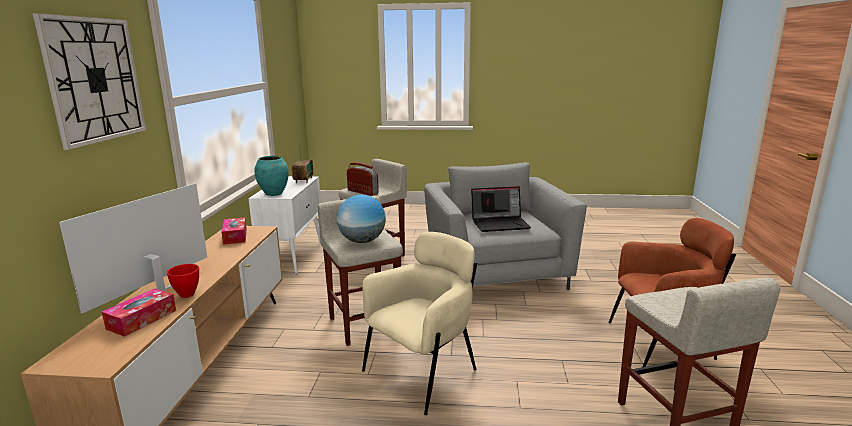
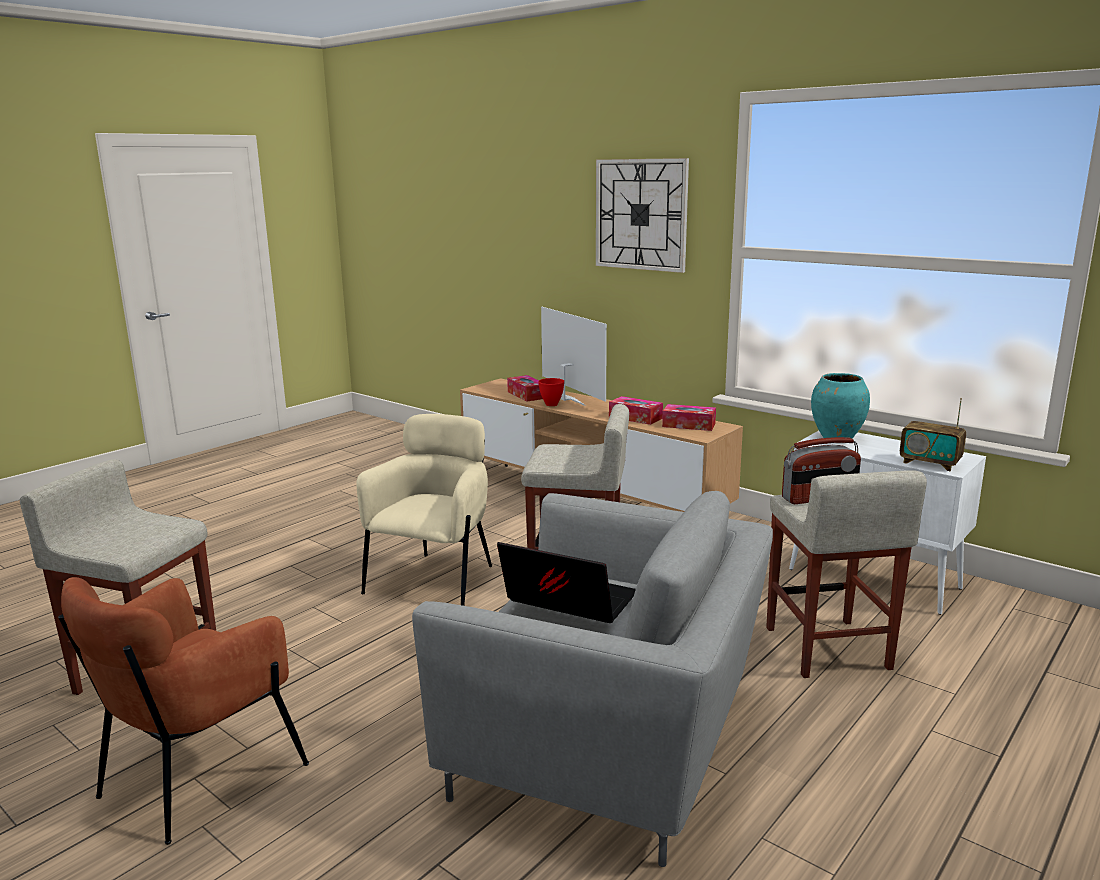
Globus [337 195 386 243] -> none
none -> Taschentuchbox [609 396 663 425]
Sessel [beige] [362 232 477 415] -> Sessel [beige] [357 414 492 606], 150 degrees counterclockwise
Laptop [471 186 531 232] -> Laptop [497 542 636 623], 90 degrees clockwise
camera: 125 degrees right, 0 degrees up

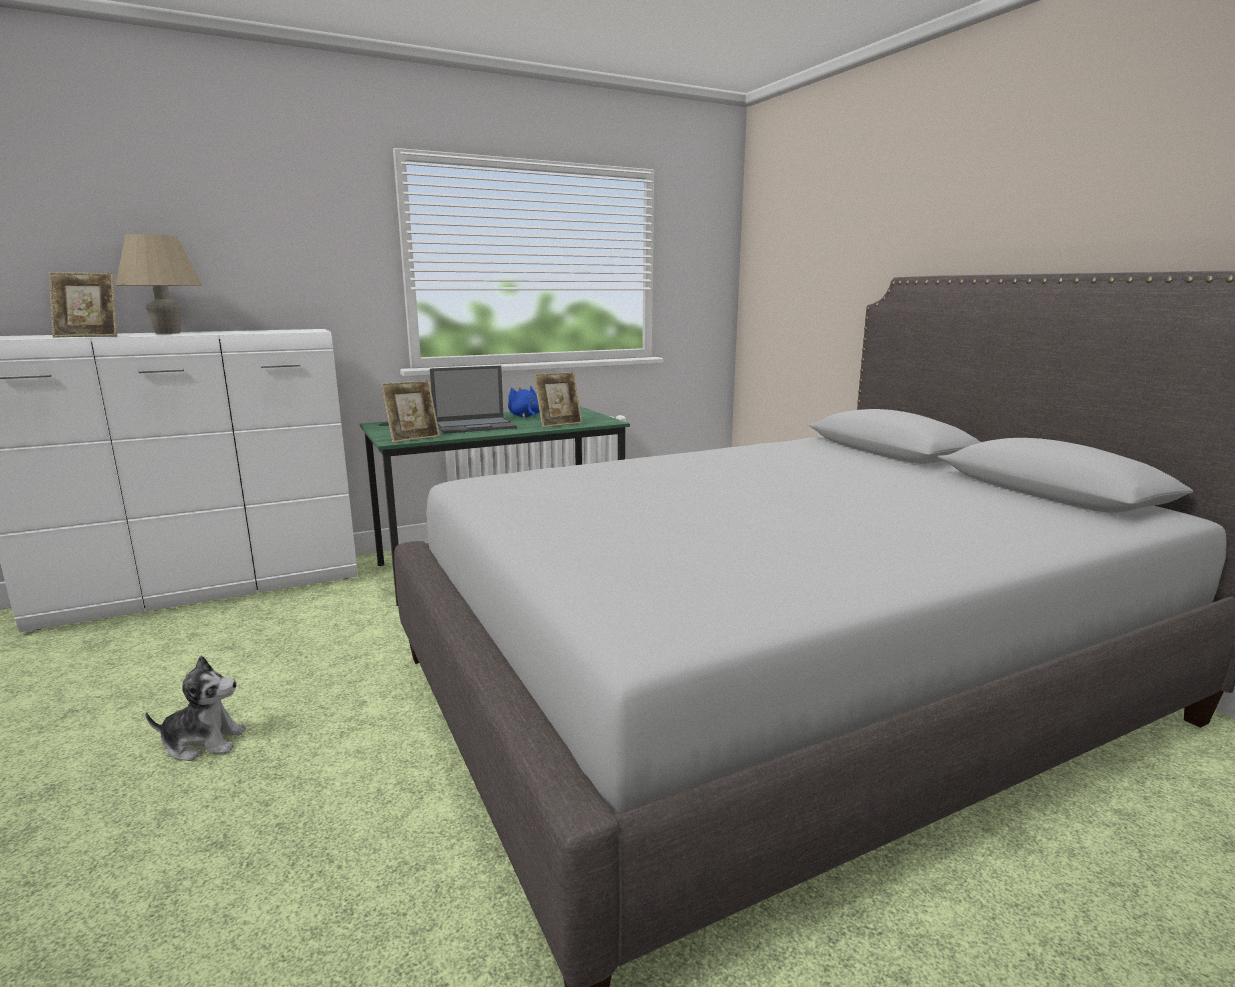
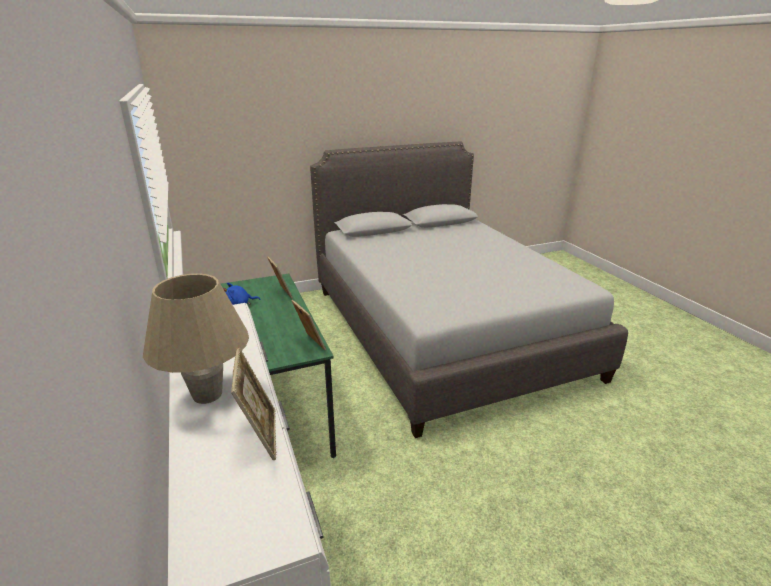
Plüschtier [145 656 246 761] -> none
Laptop [430 366 517 434] -> none
camera: 85 degrees left, 10 degrees up

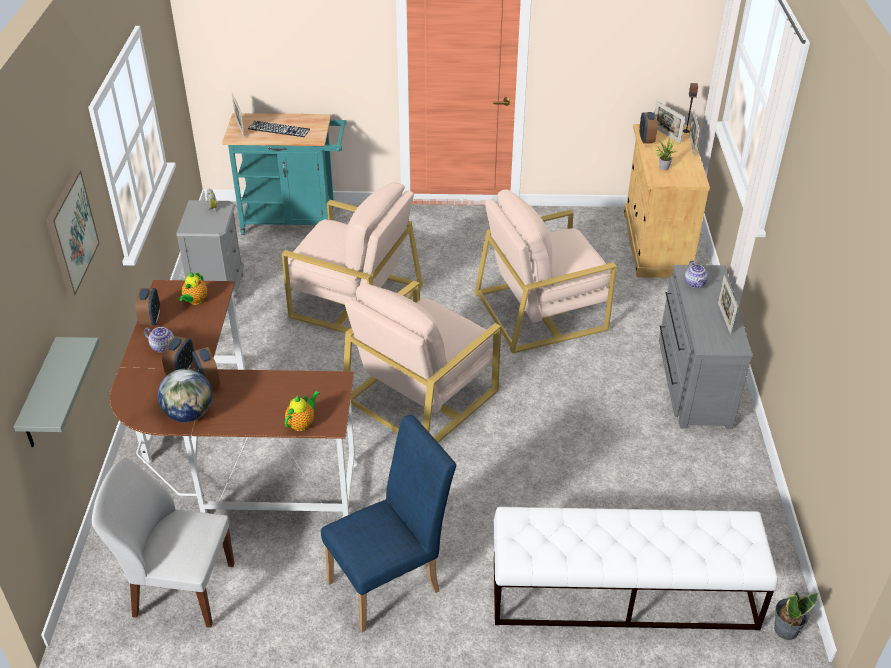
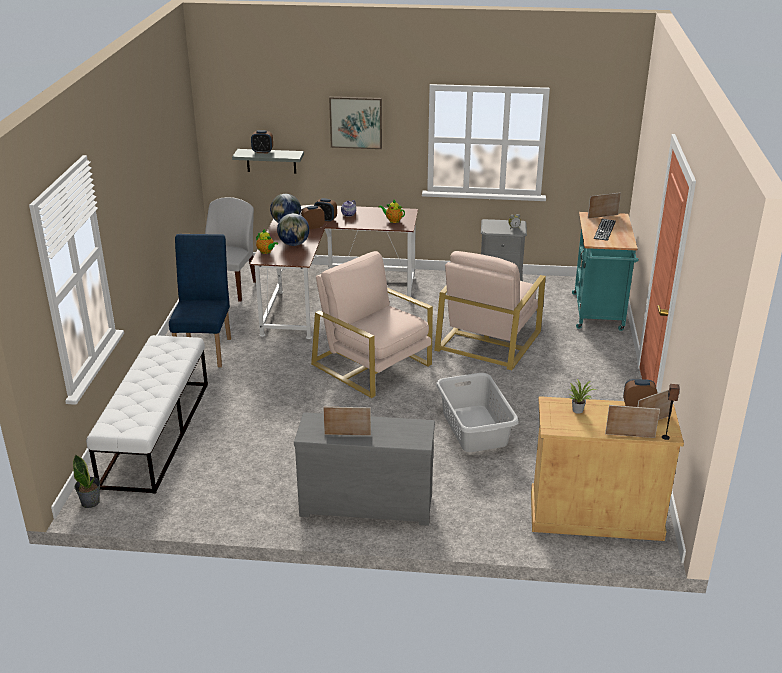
Teekanne [685 260 708 288] -> none
none -> Globus [277 213 309 246]
Wecker [135 288 160 326] -> Wecker [251 130 273 153], moved
Sessel [beige] [474 190 617 354] -> Wäschekorb [grau] [436 373 519 452]
Stuhl [blau] [321 415 456 632] -> Stuhl [blau] [169 234 231 367], 150 degrees counterclockwise
camera: 95 degrees right, 10 degrees down

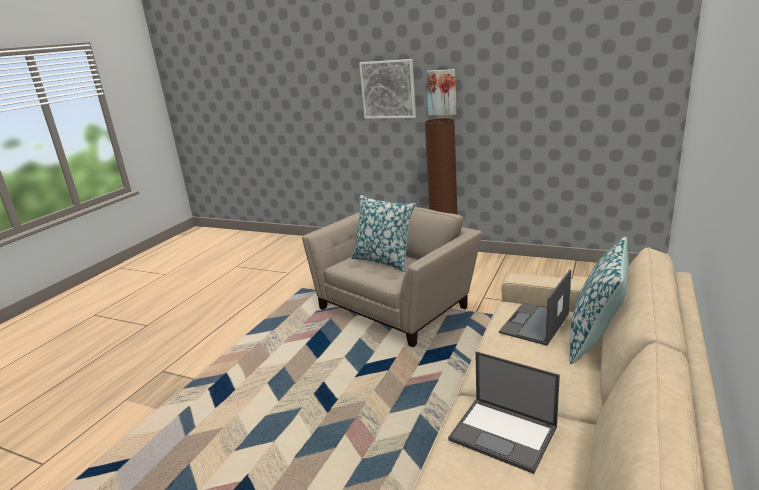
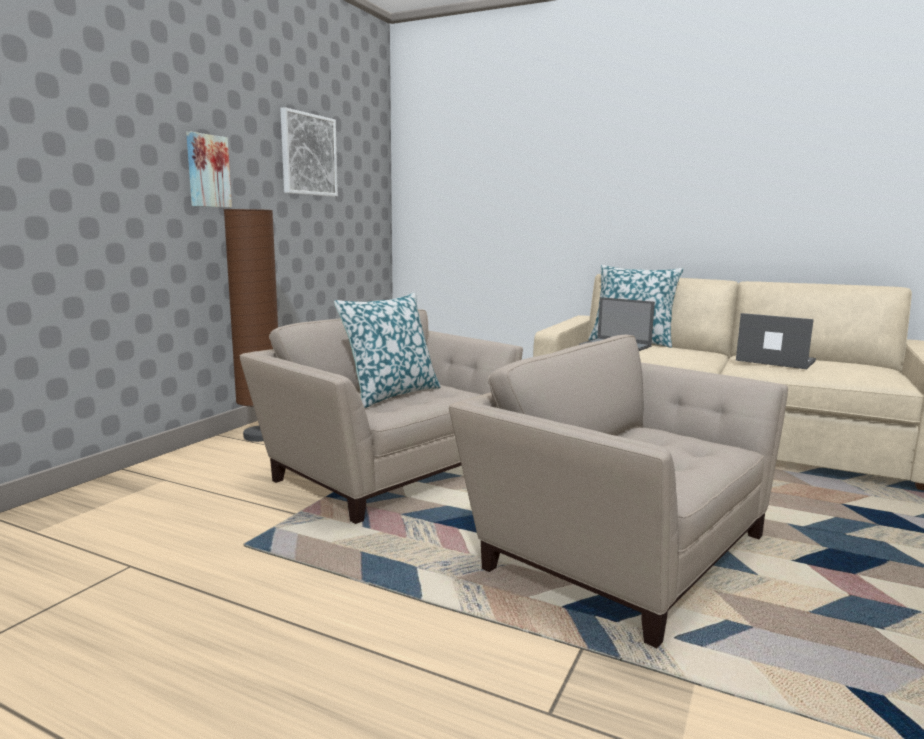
none -> Sessel [beige] [449 335 788 648]
Bild [359 59 416 119] -> Bild [280 107 338 196], moved
Laptop [448 351 560 474] -> Laptop [736 313 816 369], 90 degrees counterclockwise
camera: 90 degrees left, 10 degrees down

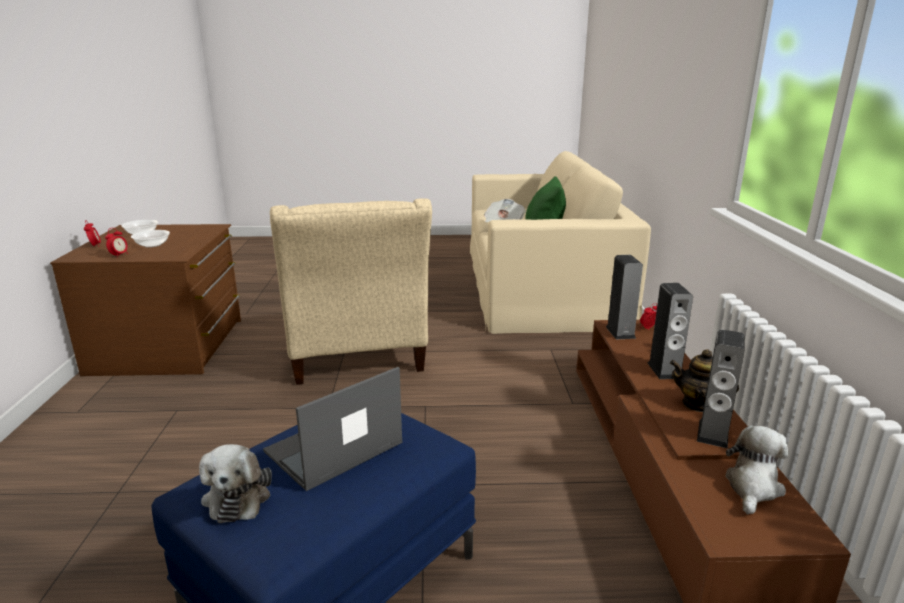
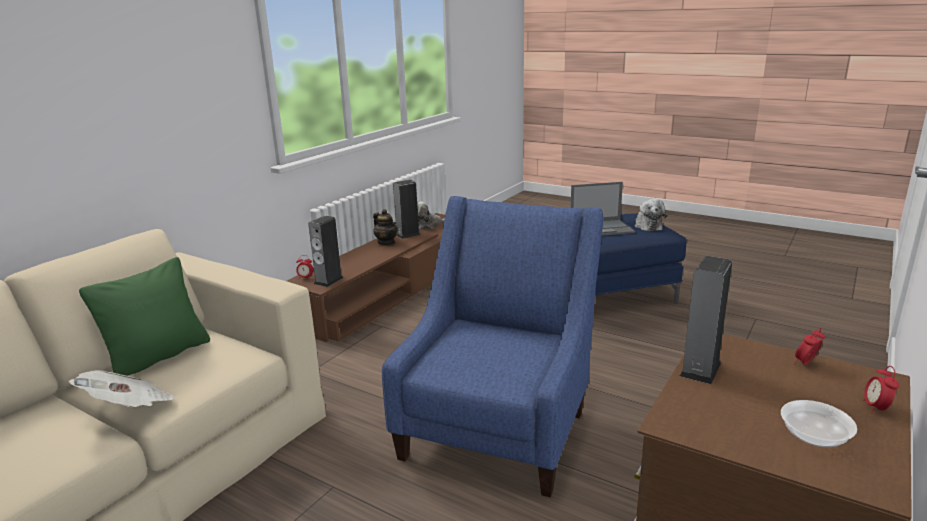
Schüssel [131 230 170 248] -> none
Lautsprecher [648 283 693 379] -> Lautsprecher [680 256 732 384], moved
Sessel [beige] [270 198 432 385] -> Sessel [blau] [382 196 603 497]
Plüschtier [199 444 272 523] -> Plüschtier [635 199 667 231], 150 degrees clockwise
camera: 145 degrees left, 0 degrees up

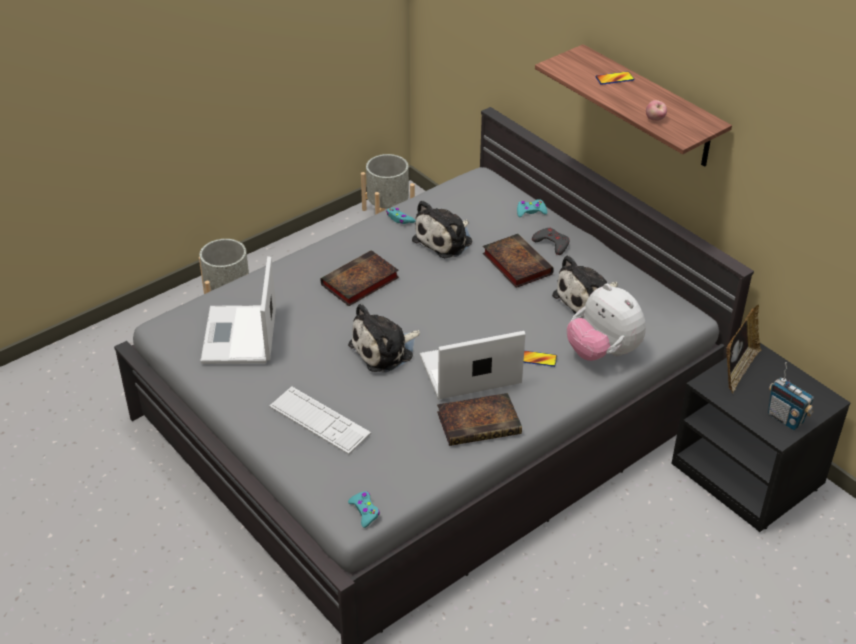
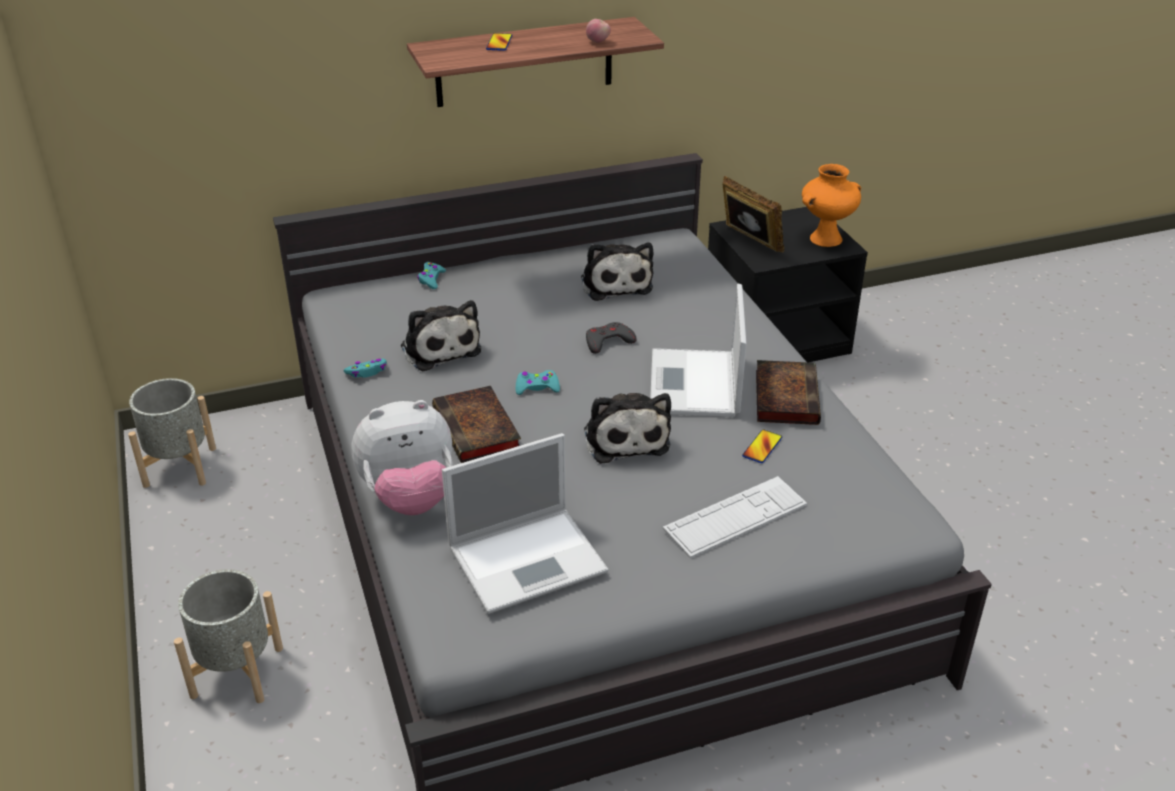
Buch [483 234 554 288] -> none
Gamepad [türkis] [348 491 380 528] -> Gamepad [türkis] [516 370 560 395], moved
Handy [523 351 557 367] -> Handy [742 429 782 463], moved
Gamepad [grau] [532 228 570 255] -> Gamepad [grau] [586 322 637 354], moved
Plüschtier [567 283 646 361] -> Plüschtier [352 400 453 515], moved
Radio [768 362 814 430] -> Vase [orange] [802 164 861 247]
Laptop [200 256 276 364] -> Laptop [442 433 608 614], 45 degrees counterclockwise
camera: 70 degrees left, 5 degrees down

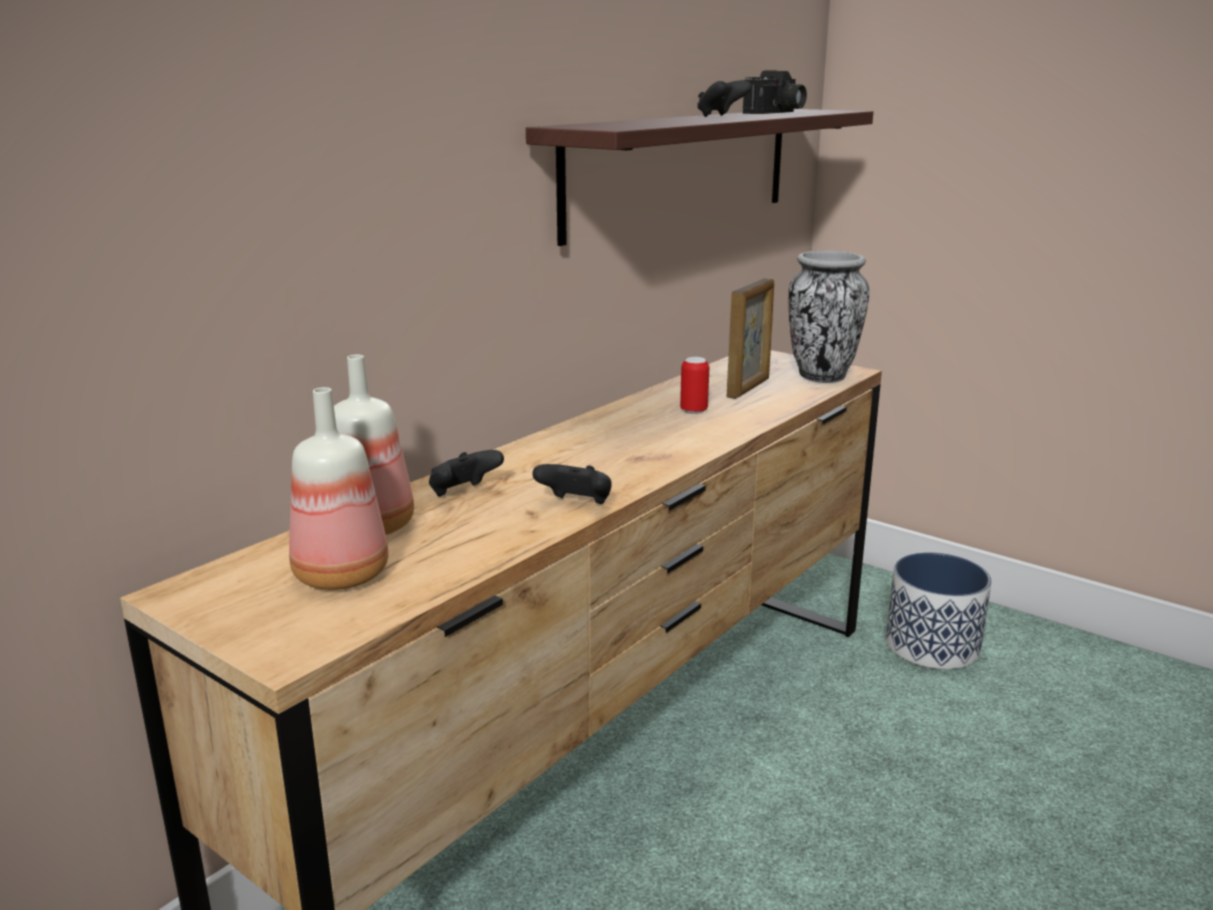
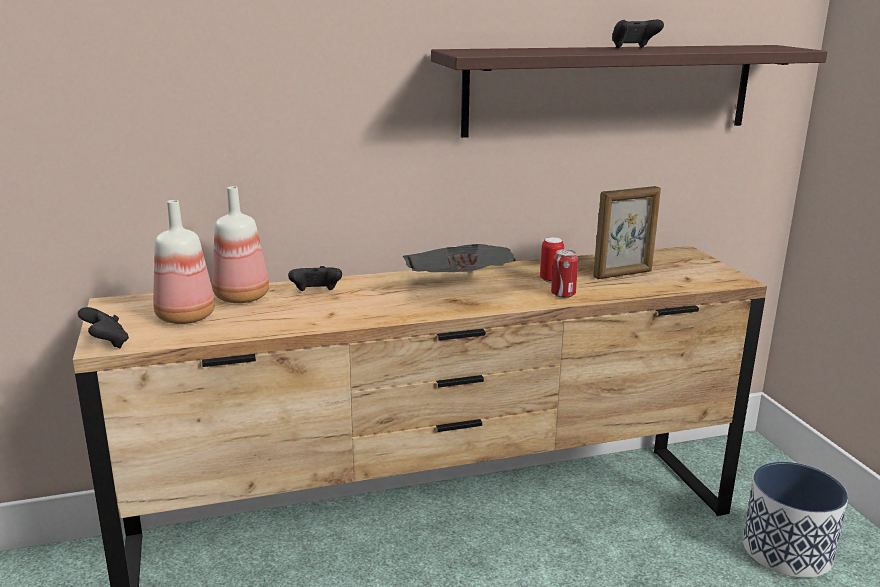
Kamera [743 70 807 114] -> none
Vase [788 251 869 383] -> none
none -> Zeitung [403 244 517 272]
none -> Dose [551 249 578 298]
Gamepad [schwarz] [532 464 612 504] -> Gamepad [schwarz] [78 307 129 348], moved
camera: 35 degrees right, 0 degrees up

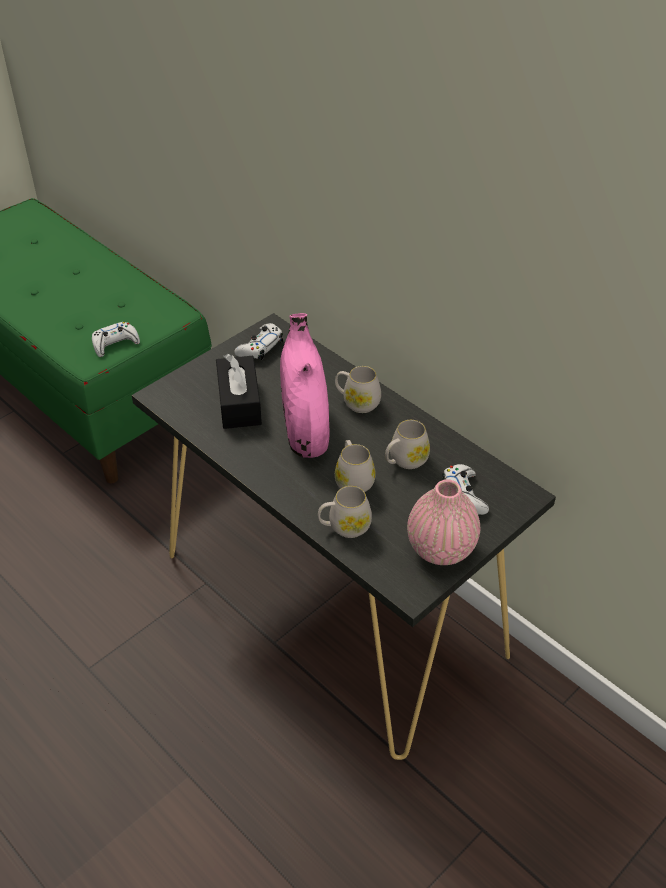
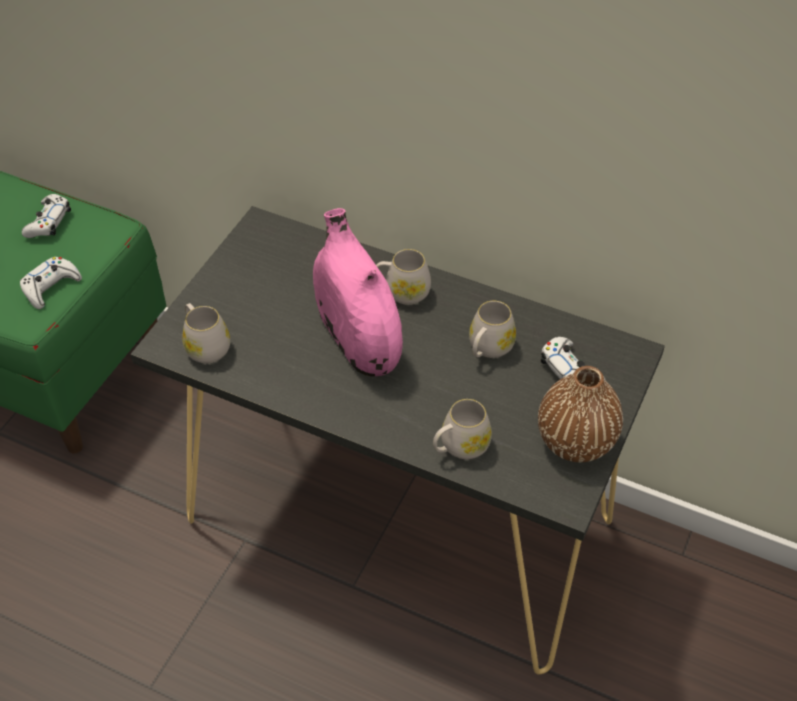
Taschentuchbox [schwarz] [216 354 262 429] -> none
Gamepad [weiß] [234 323 283 360] -> Gamepad [weiß] [22 194 71 238], moved
Henkelbecher [weiß] [335 440 376 492] -> Henkelbecher [weiß] [182 303 230 364], moved
Vase [rosa] [407 479 480 565] -> Vase [braun] [538 366 623 462]
camera: 20 degrees left, 5 degrees up

